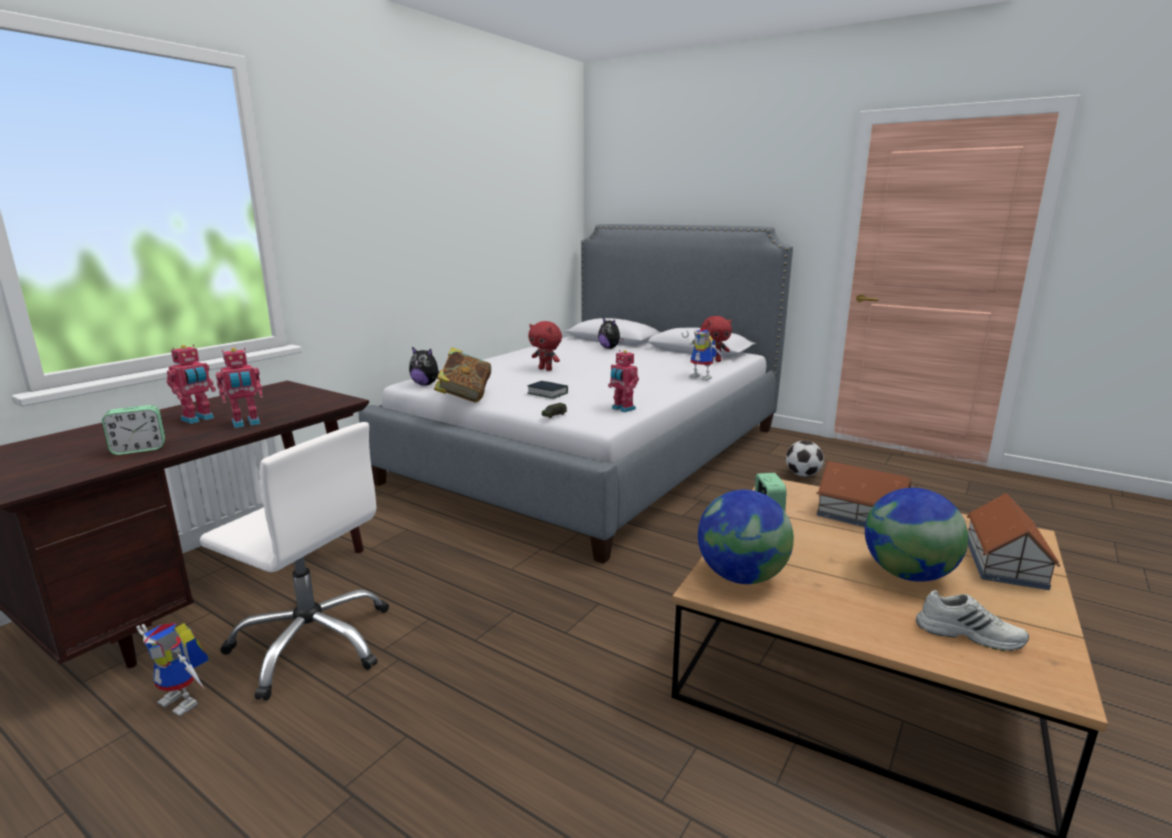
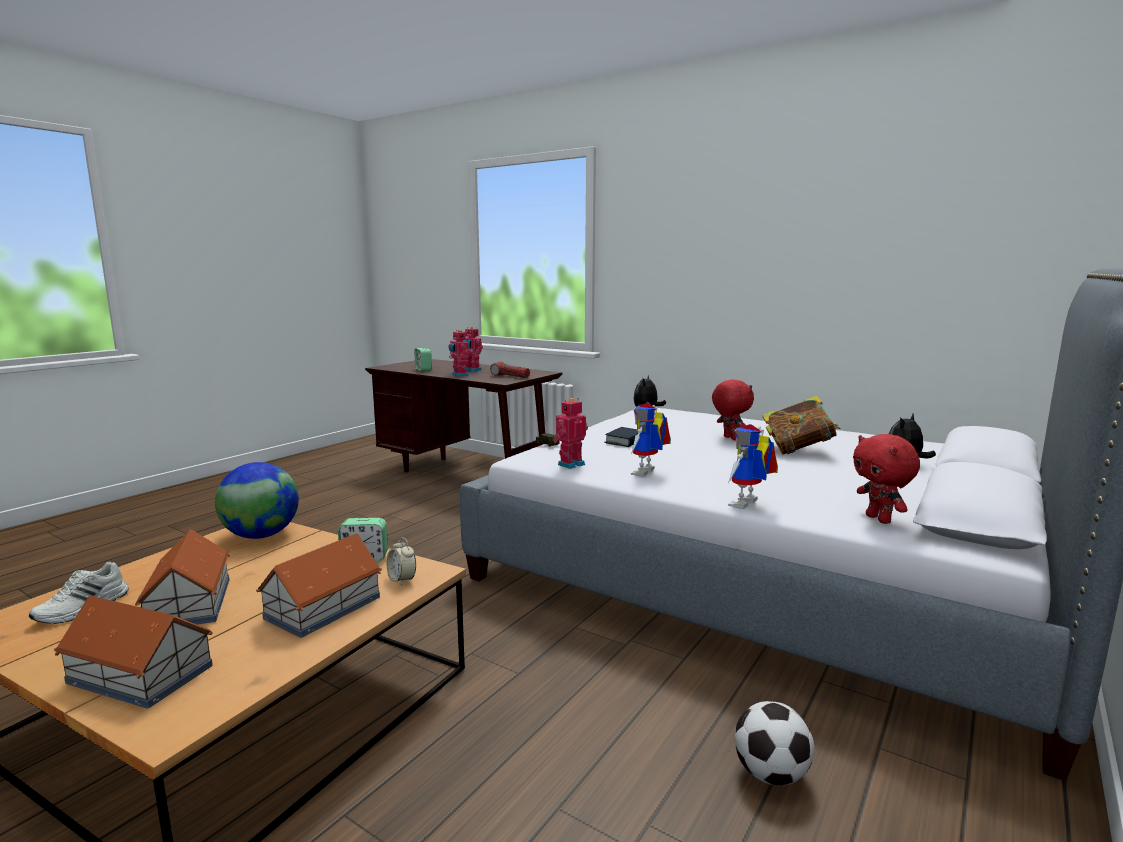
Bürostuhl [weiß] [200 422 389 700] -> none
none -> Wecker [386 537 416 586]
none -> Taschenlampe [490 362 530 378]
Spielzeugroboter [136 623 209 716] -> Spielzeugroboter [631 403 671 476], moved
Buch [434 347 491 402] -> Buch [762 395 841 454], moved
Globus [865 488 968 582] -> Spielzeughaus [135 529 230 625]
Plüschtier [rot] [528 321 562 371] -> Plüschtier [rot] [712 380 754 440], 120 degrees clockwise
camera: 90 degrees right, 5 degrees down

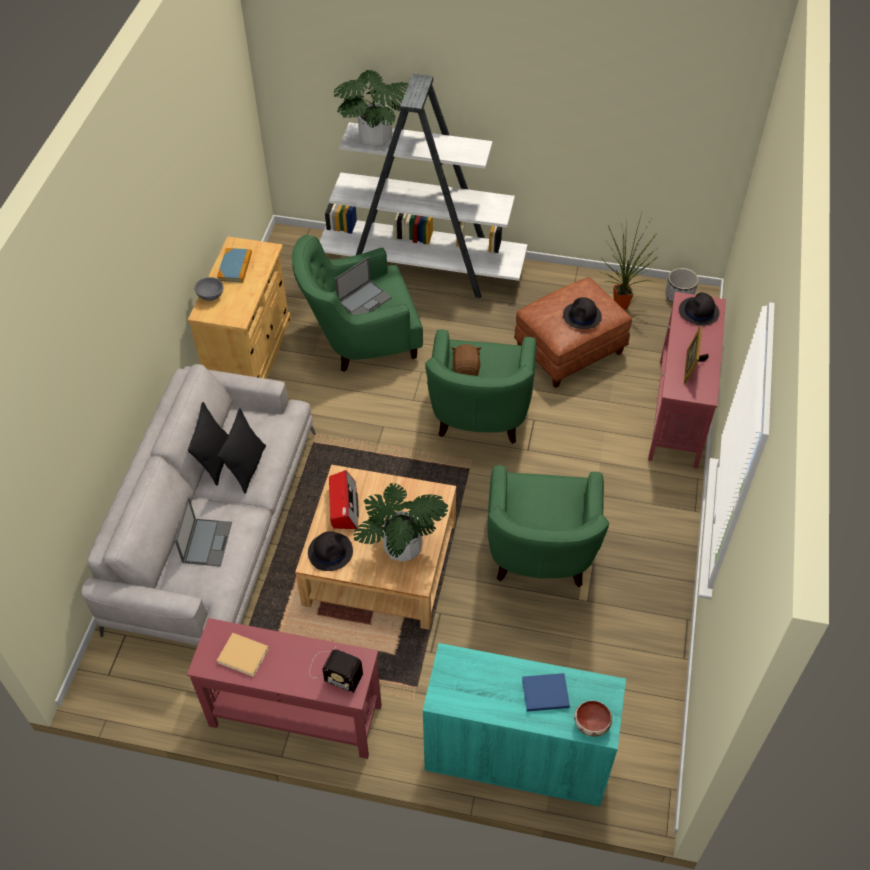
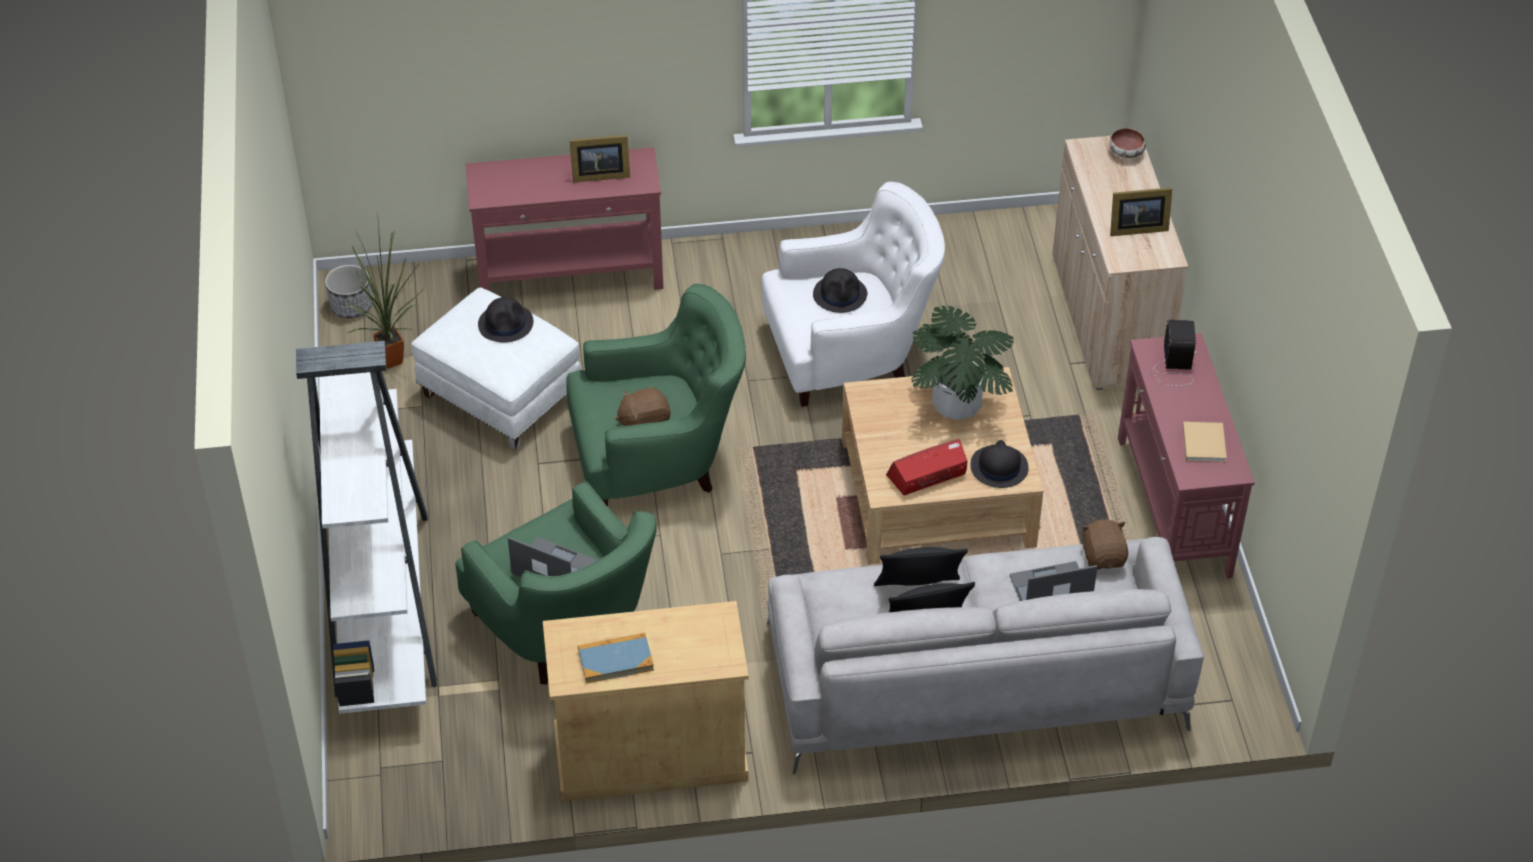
Schüssel [grau] [194 277 224 301] -> none
Topfpflanze [334 70 408 147] -> none
Buch [blau] [522 673 570 711] -> none
none -> Plüschtier [braun] [1081 519 1128 570]
none -> Bilderrahmen [1110 187 1172 236]
Hut [schwarz] [679 292 720 326] -> Hut [schwarz] [813 268 867 313], moved
Schrank [türkis] [423 643 626 806] -> Schrank [beige] [1052 136 1188 390]
Sessel [grün] [488 465 609 587] -> Sessel [weiß] [762 182 945 407]
Polsterhocker [braun] [514 277 632 388] -> Polsterhocker [weiß] [412 288 582 450]
camera: 110 degrees left, 5 degrees down

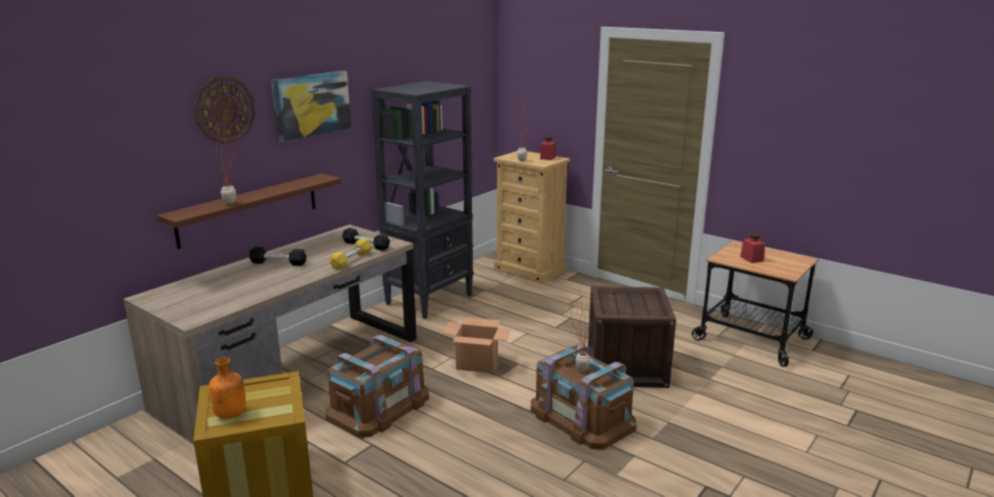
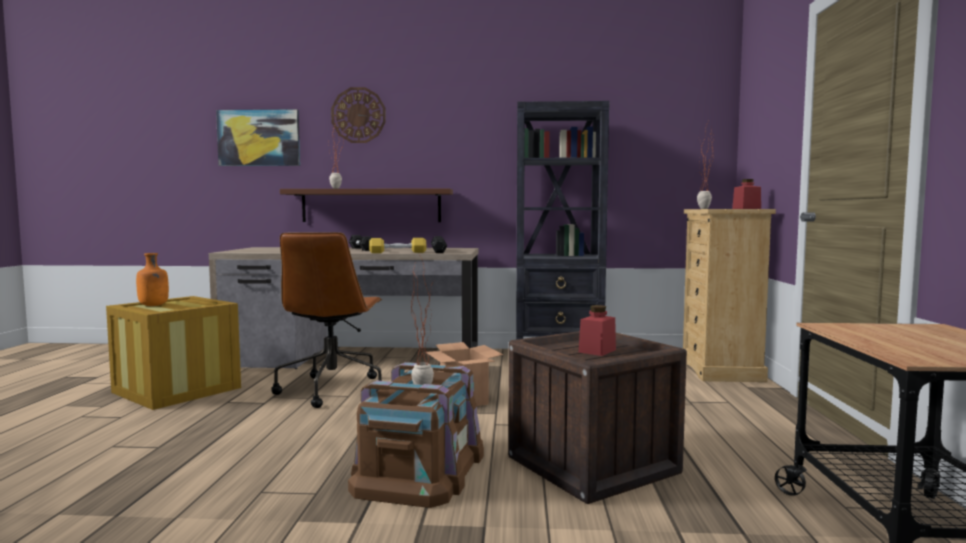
Bild [271 71 351 143] -> Bild [216 109 300 166], moved
Vorratsglas [rot] [740 234 765 263] -> Vorratsglas [rot] [579 305 616 356], moved
Aufbewahrungsbox [braun] [326 335 429 438] -> Bürostuhl [braun] [271 232 382 408]
camera: 55 degrees right, 15 degrees down

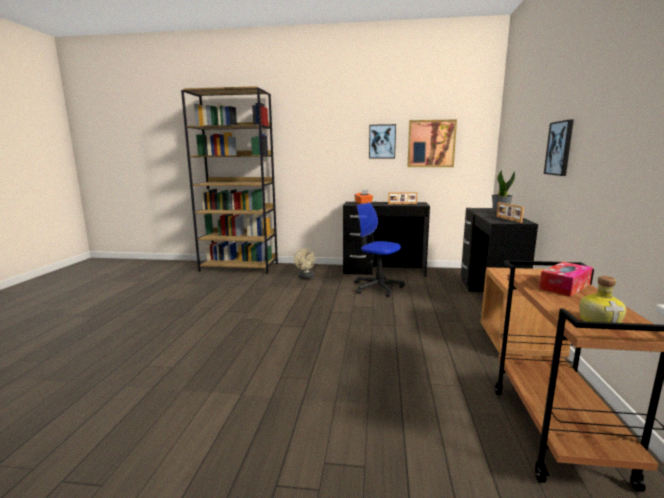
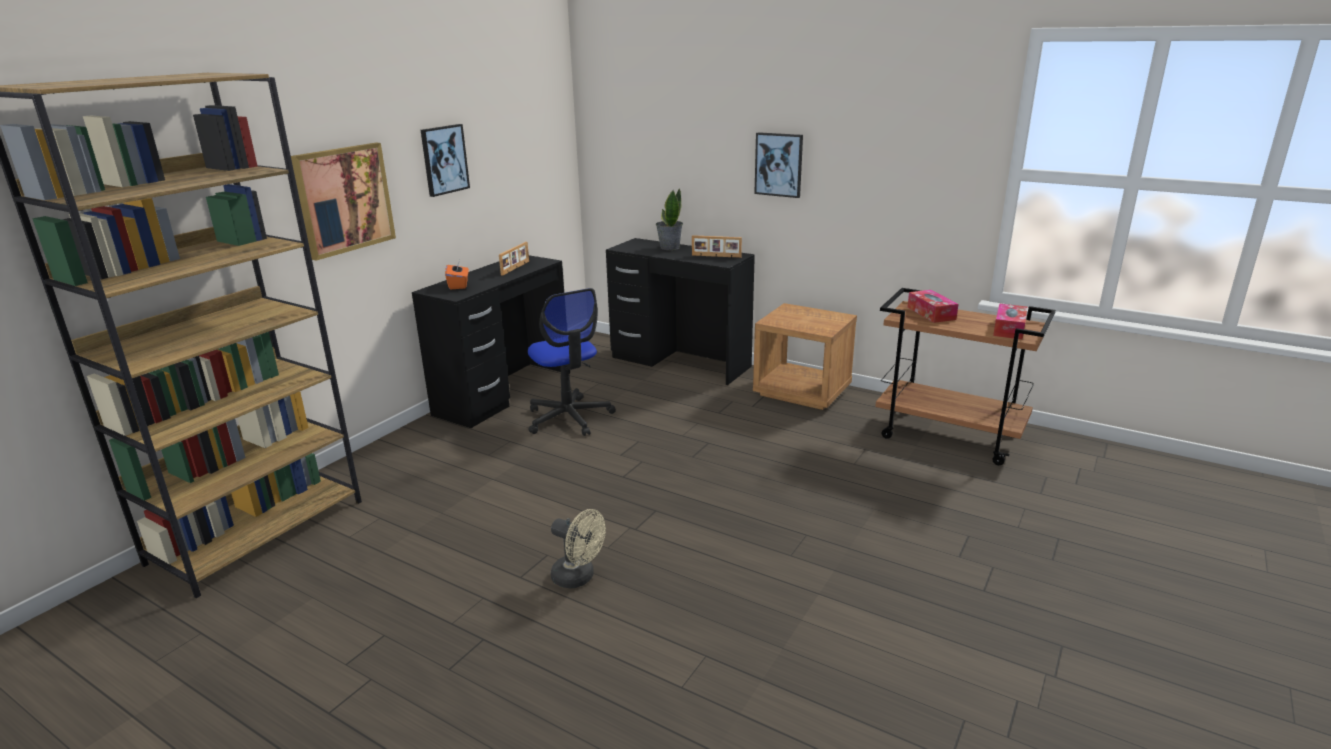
Ventilator [beige] [294 248 315 279] -> Ventilator [beige] [551 509 606 589], moved
Bild [408 119 457 167] -> Bild [291 143 396 261], moved
Flasche [579 276 626 323] -> Taschentuchbox [993 303 1027 340]
Bürostuhl [354 203 405 297] -> Bürostuhl [528 288 616 436], 90 degrees counterclockwise
camera: 65 degrees left, 10 degrees up

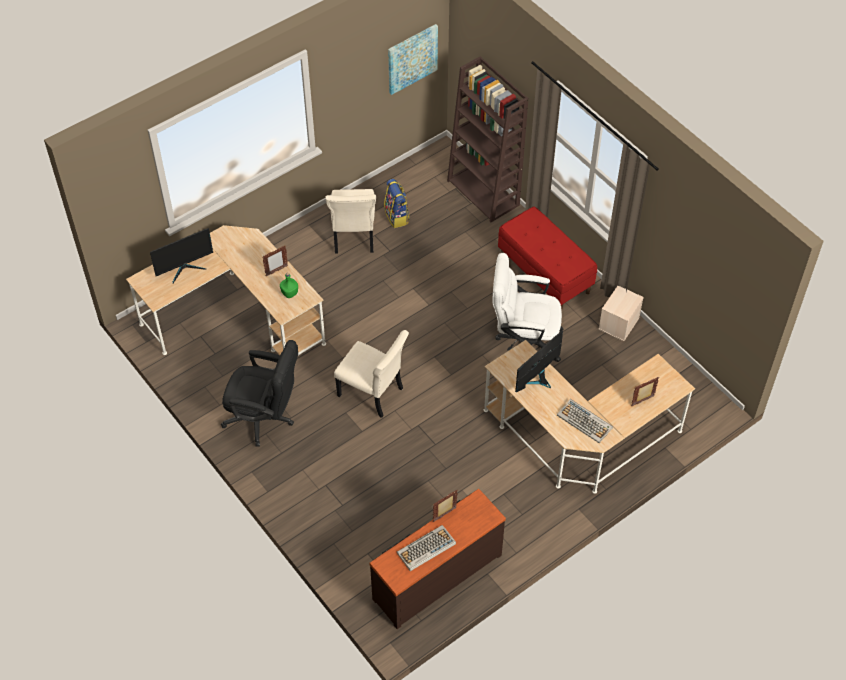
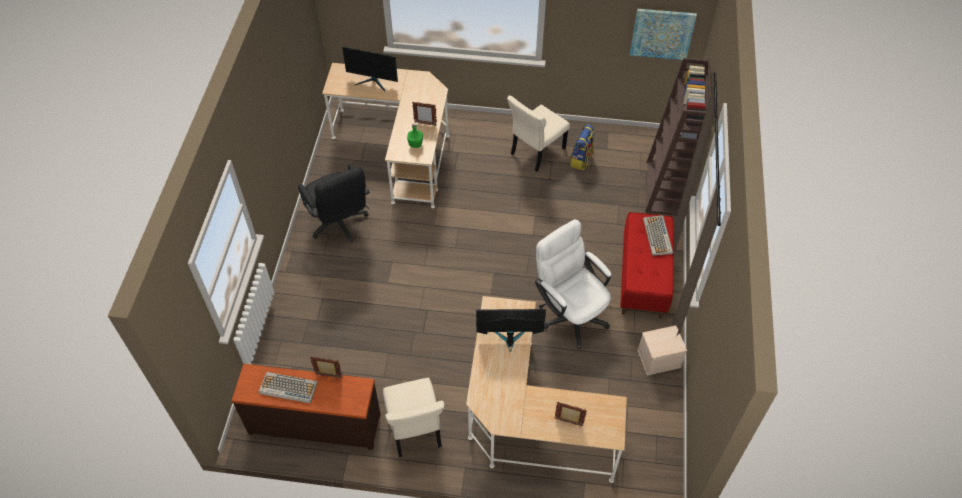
Stuhl [beige] [334 330 409 418] -> Stuhl [beige] [383 378 444 457], moved
Tastatur [557 399 613 443] -> Tastatur [643 215 673 256], moved
camera: 45 degrees right, 0 degrees up

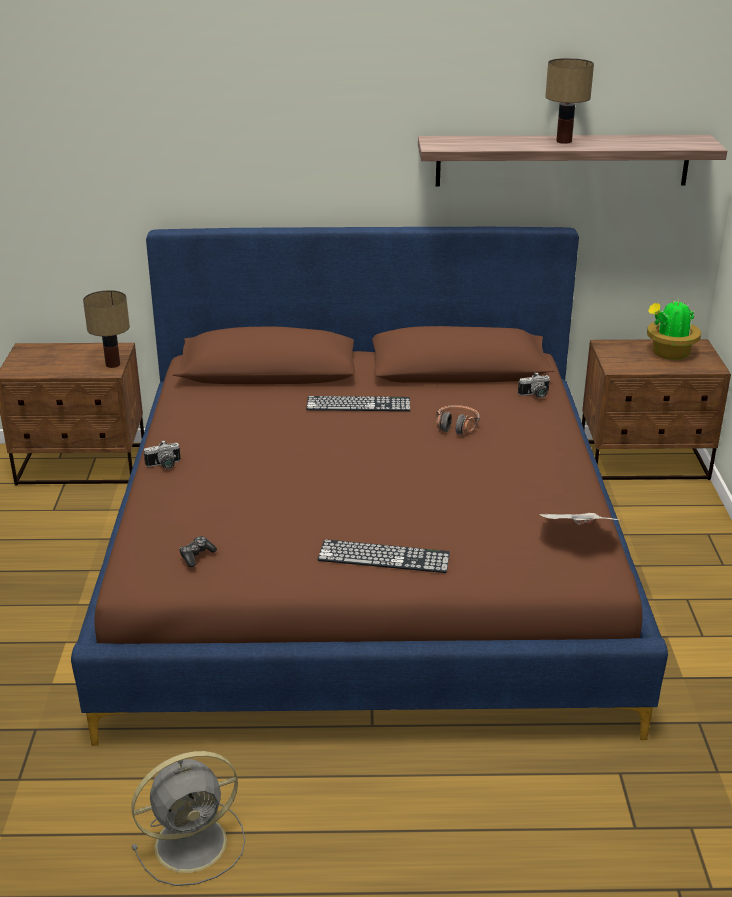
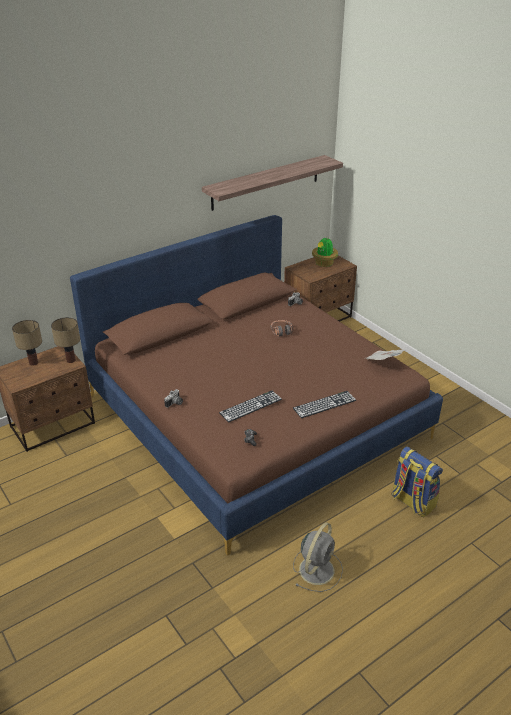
none -> Rucksack [392 447 443 517]
Tastatur [306 396 410 411] -> Tastatur [219 391 282 423], moved
Tischlampe [545 58 594 144] -> Tischlampe [12 320 42 366], moved
camera: 35 degrees left, 5 degrees up

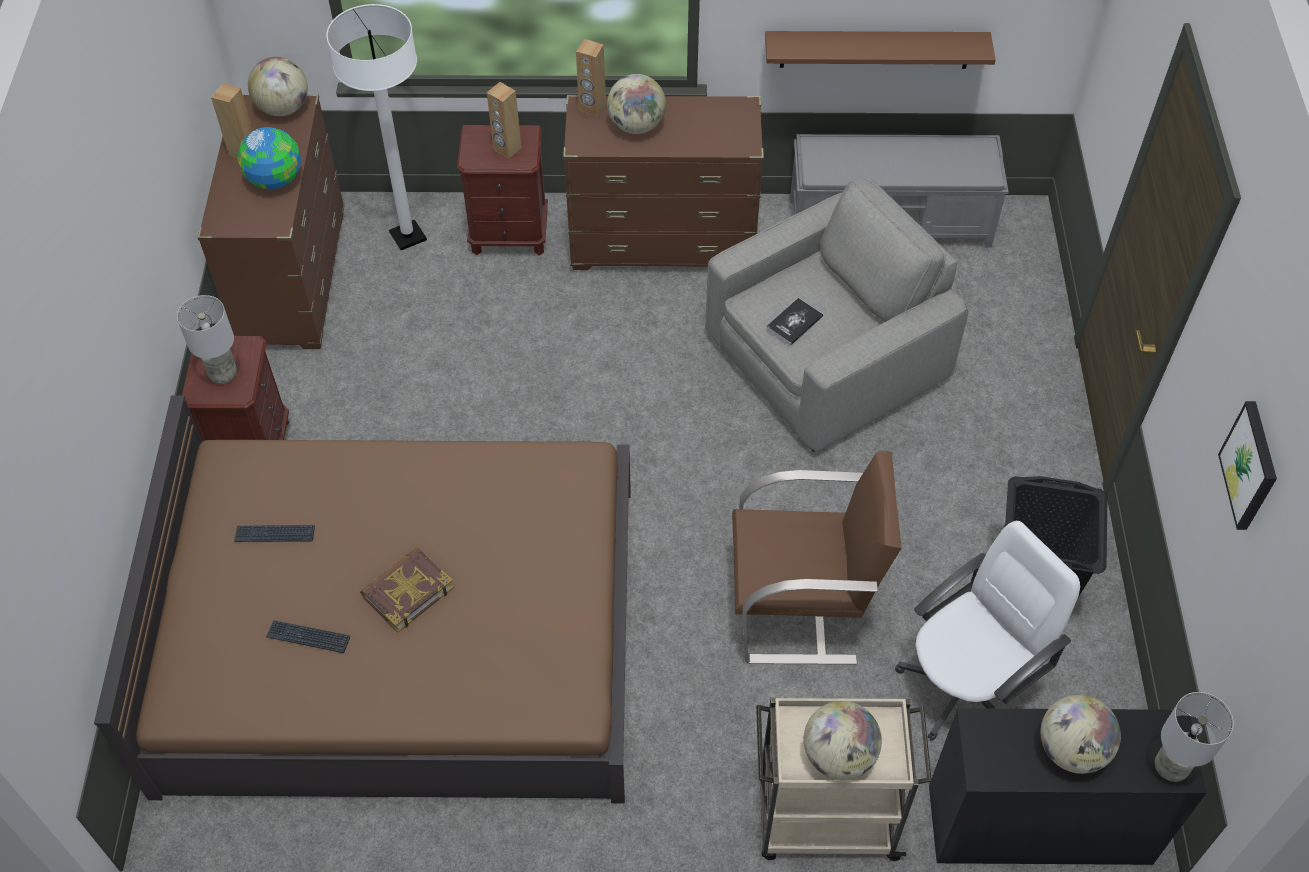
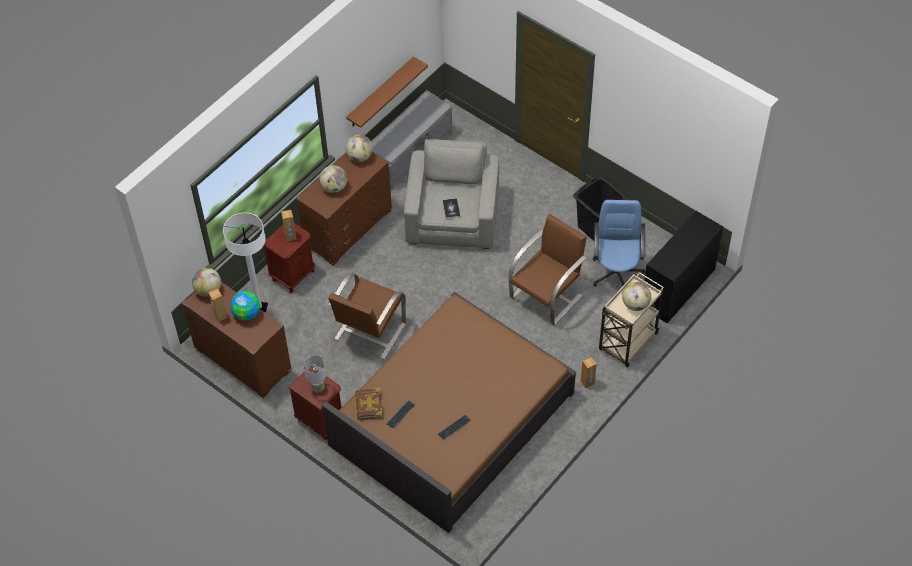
Tischlampe [grau] [1155 692 1234 782] -> none
Bild [1218 401 1277 530] -> none
none -> Sessel [braun] [328 273 406 359]
Buch [360 547 454 633] -> Buch [355 388 383 420], moved
Lautsprecher [braun] [576 39 606 117] -> Lautsprecher [braun] [581 357 597 388], moved
Globus [1040 695 1121 774] -> Globus [345 135 373 162], moved
Bürostuhl [weiß] [895 521 1080 741] -> Bürostuhl [blau] [593 200 646 287]
camera: 50 degrees left, 0 degrees up

